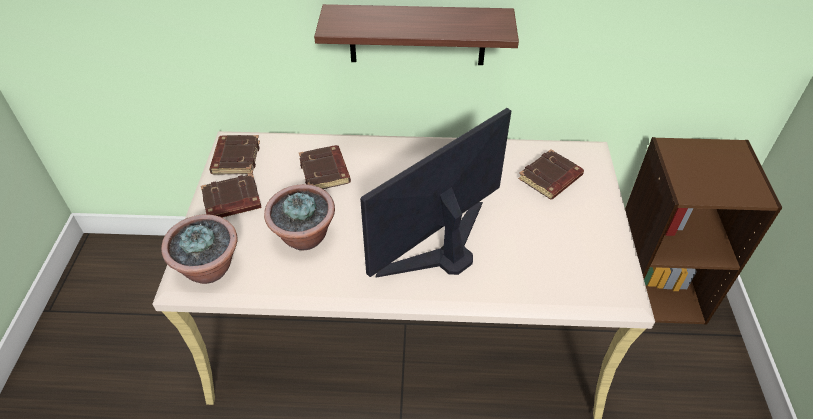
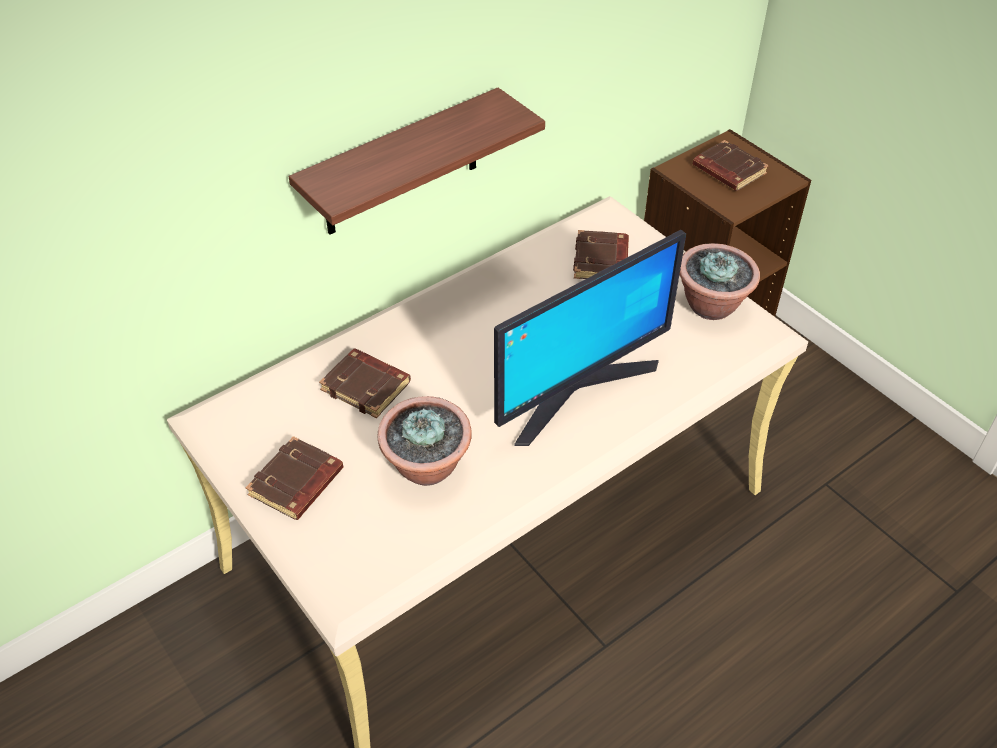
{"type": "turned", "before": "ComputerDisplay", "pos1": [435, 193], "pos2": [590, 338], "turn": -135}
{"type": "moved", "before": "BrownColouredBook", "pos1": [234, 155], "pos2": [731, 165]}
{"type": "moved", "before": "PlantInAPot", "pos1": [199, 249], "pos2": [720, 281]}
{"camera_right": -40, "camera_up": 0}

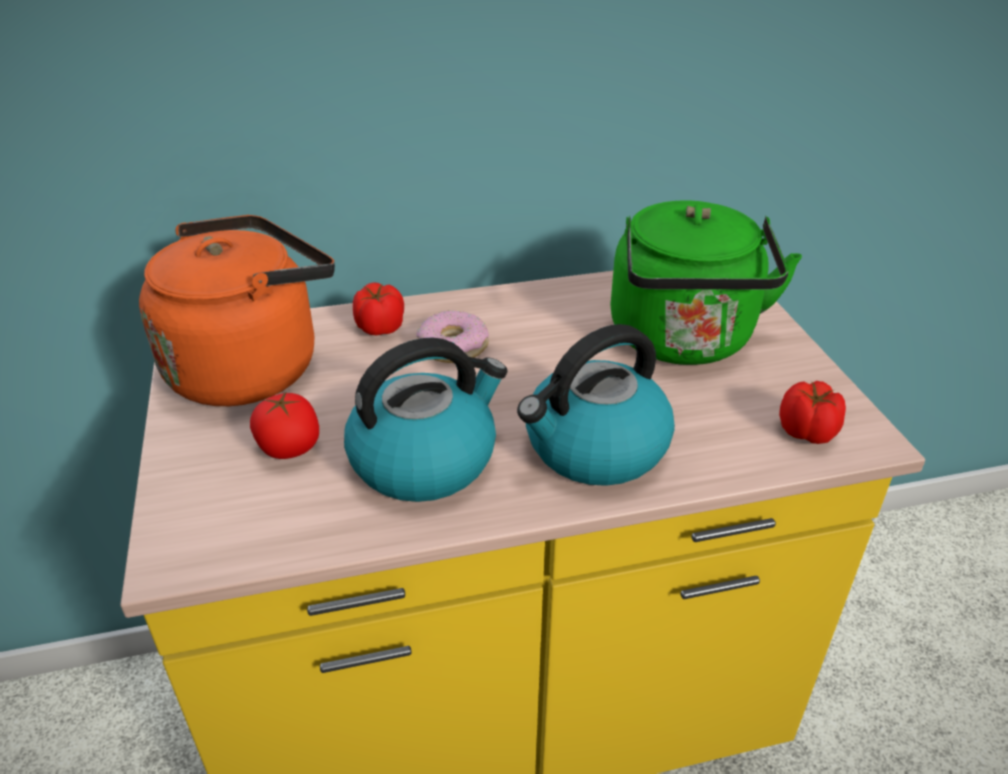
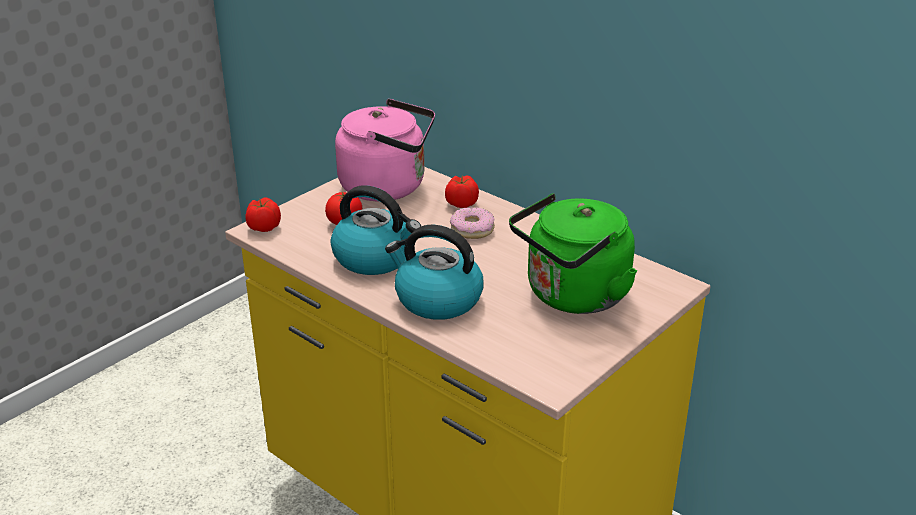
{"type": "recoloured", "before": "OrangeTeaKettle", "after": "PinkColouredTeaKettle", "pos1": [237, 310], "pos2": [385, 150]}
{"type": "moved", "before": "FreshTomato", "pos1": [812, 412], "pos2": [263, 215]}
{"camera_right": 55, "camera_up": -5}

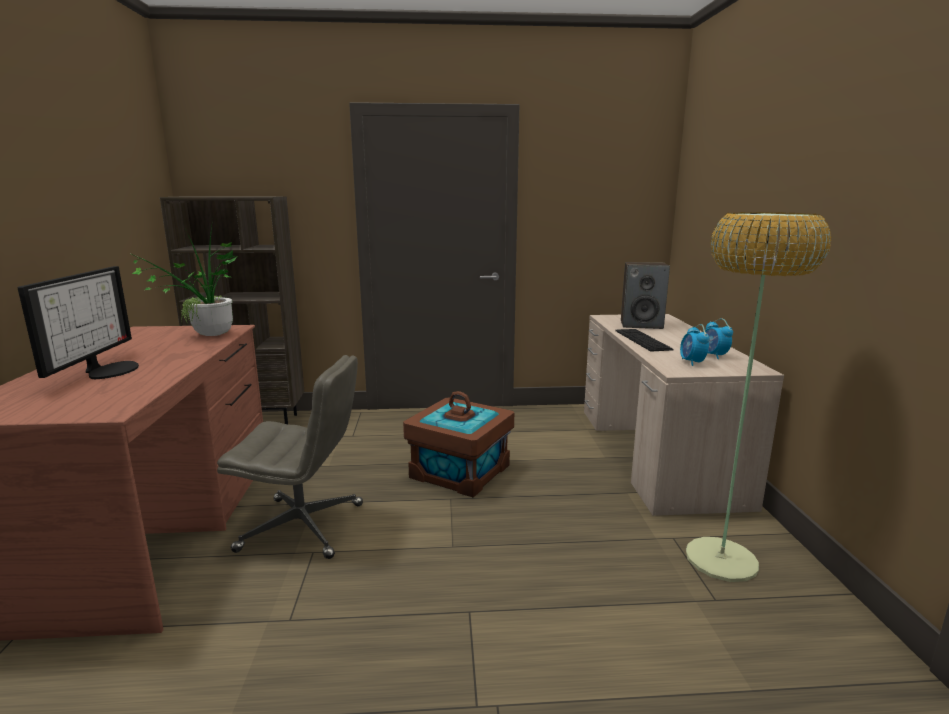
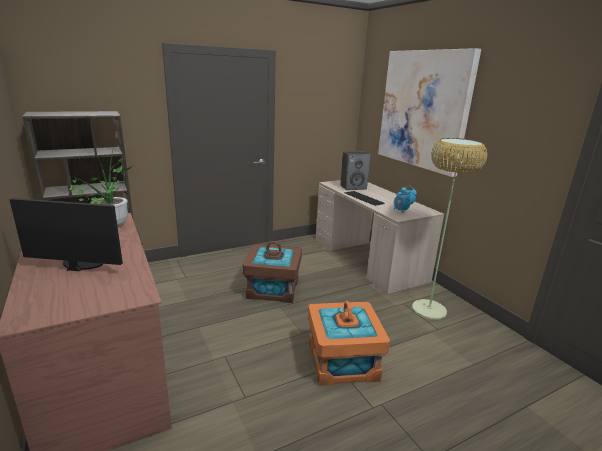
{"type": "turned", "before": "ComputerDisplay", "pos1": [78, 322], "pos2": [66, 234], "turn": -60}
{"type": "removed", "before": "GrayDeskChair", "pos1": [290, 457]}
{"type": "added", "after": "WallPicture", "pos2": [429, 112]}
{"type": "added", "after": "OrangeStorageBox", "pos2": [349, 343]}
{"camera_right": -25, "camera_up": 5}

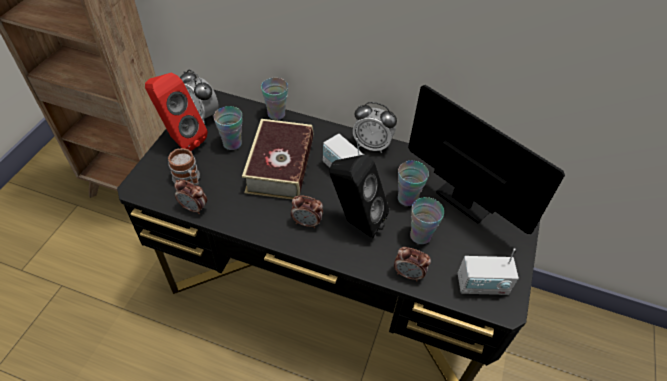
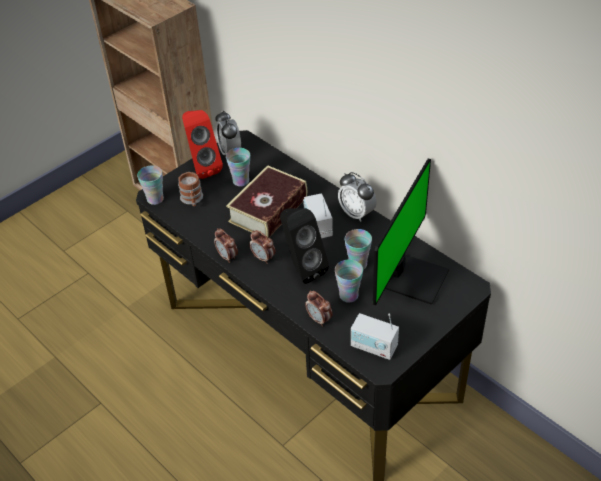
{"type": "moved", "before": "Cup", "pos1": [274, 99], "pos2": [150, 185]}
{"type": "turned", "before": "ComputerDisplay", "pos1": [486, 159], "pos2": [411, 231], "turn": 45}
{"type": "moved", "before": "TableClock", "pos1": [190, 196], "pos2": [226, 245]}
{"camera_right": 30, "camera_up": -5}

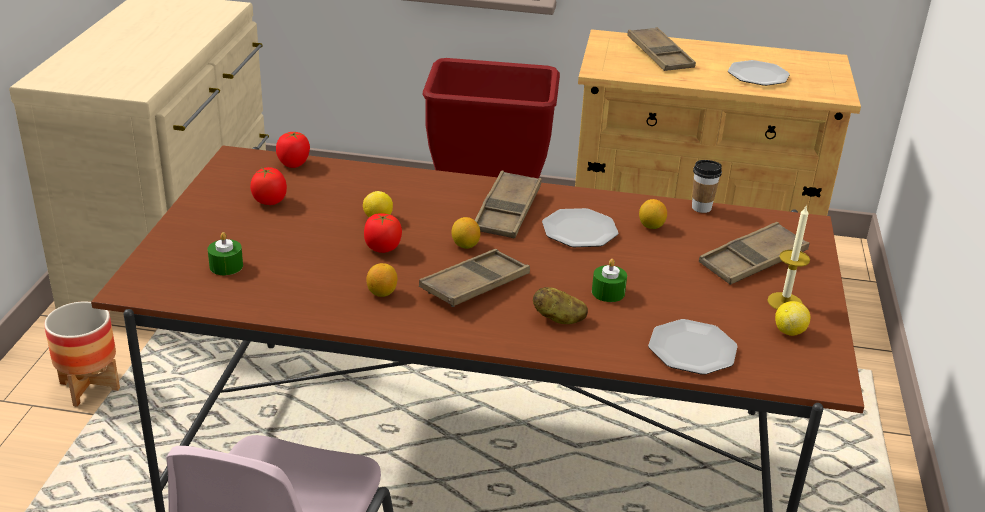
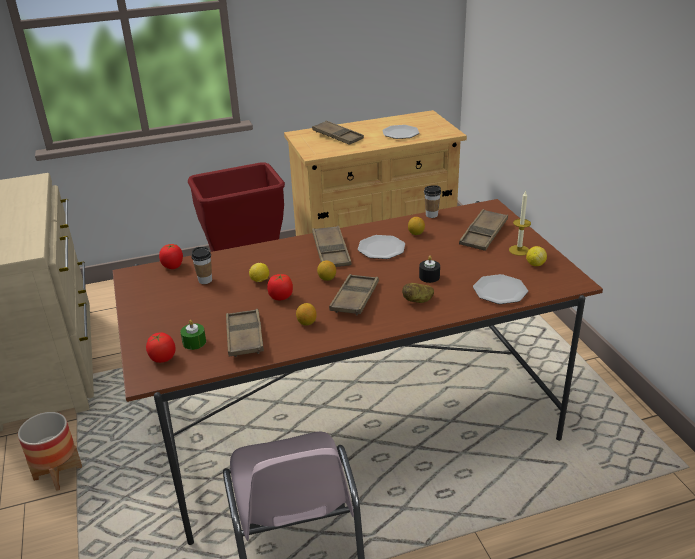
{"type": "moved", "before": "FreshTomato", "pos1": [268, 186], "pos2": [161, 347]}
{"type": "recoloured", "before": "GreenCandle", "after": "BlackishCandle", "pos1": [609, 280], "pos2": [429, 269]}
{"type": "added", "after": "Cup", "pos2": [201, 265]}
{"type": "added", "after": "BrownColouredCarryingTray", "pos2": [245, 333]}
{"camera_right": -25, "camera_up": 0}

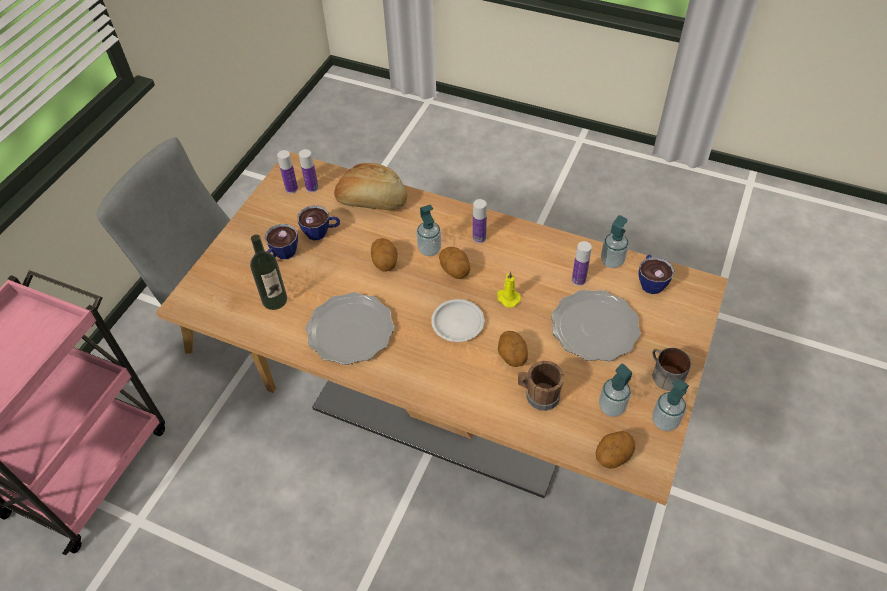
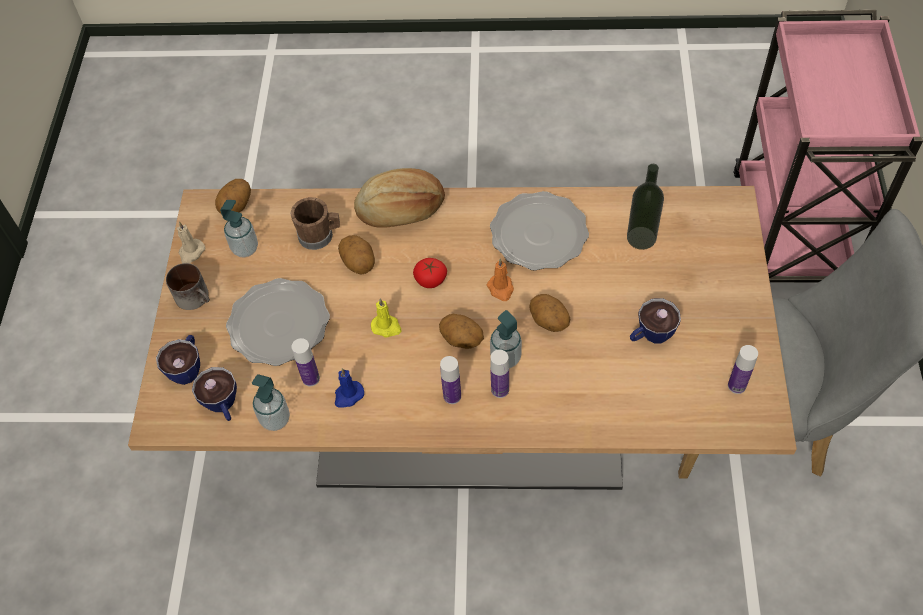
{"type": "moved", "before": "DrinkBottle", "pos1": [309, 170], "pos2": [499, 374]}
{"type": "moved", "before": "BakeryBread", "pos1": [370, 186], "pos2": [399, 198]}
{"type": "moved", "before": "Cup", "pos1": [281, 241], "pos2": [178, 360]}
{"type": "replaced", "before": "WhiteFlatDish", "after": "FreshTomato", "pos1": [457, 320], "pos2": [430, 273]}
{"type": "replaced", "before": "SoapDispenser", "after": "BeigeCandle", "pos1": [670, 404], "pos2": [191, 242]}
{"type": "added", "after": "OrangeCandle", "pos2": [500, 280]}
{"type": "added", "after": "BlueCandle", "pos2": [349, 388]}
{"camera_right": 160, "camera_up": 5}

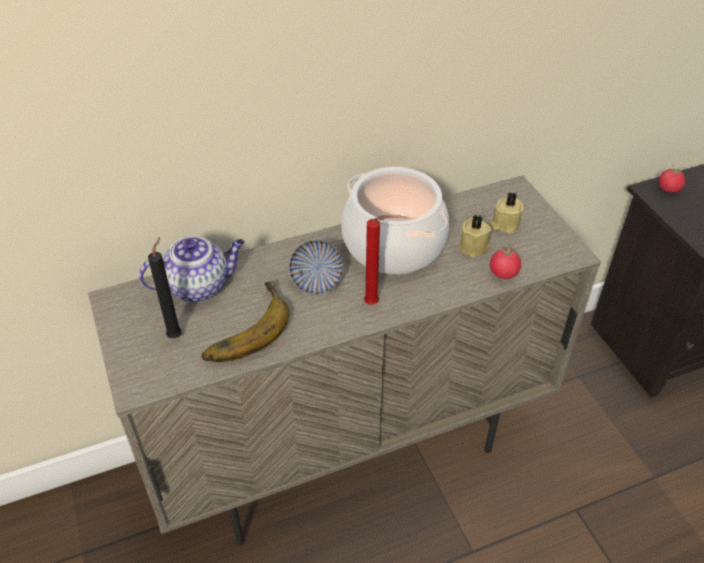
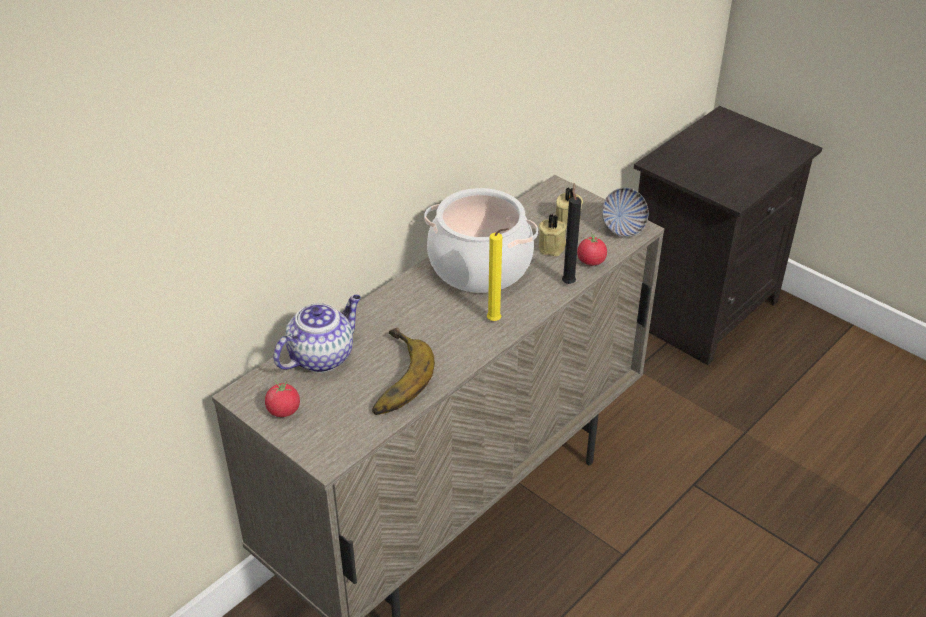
{"type": "moved", "before": "FreshTomato", "pos1": [672, 178], "pos2": [282, 398]}
{"type": "recoloured", "before": "ReddishCandle", "after": "YellowishCandle", "pos1": [374, 261], "pos2": [498, 274]}
{"type": "moved", "before": "BlackishCandle", "pos1": [165, 287], "pos2": [571, 233]}
{"type": "moved", "before": "ServingBowl", "pos1": [316, 267], "pos2": [625, 212]}
{"camera_right": -25, "camera_up": -5}

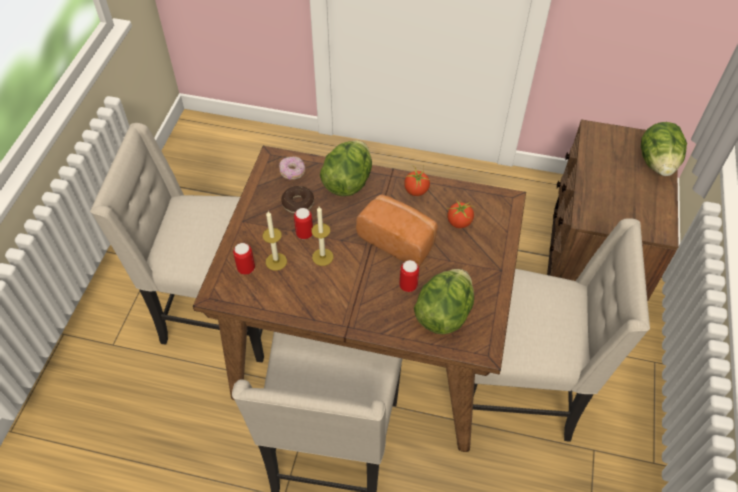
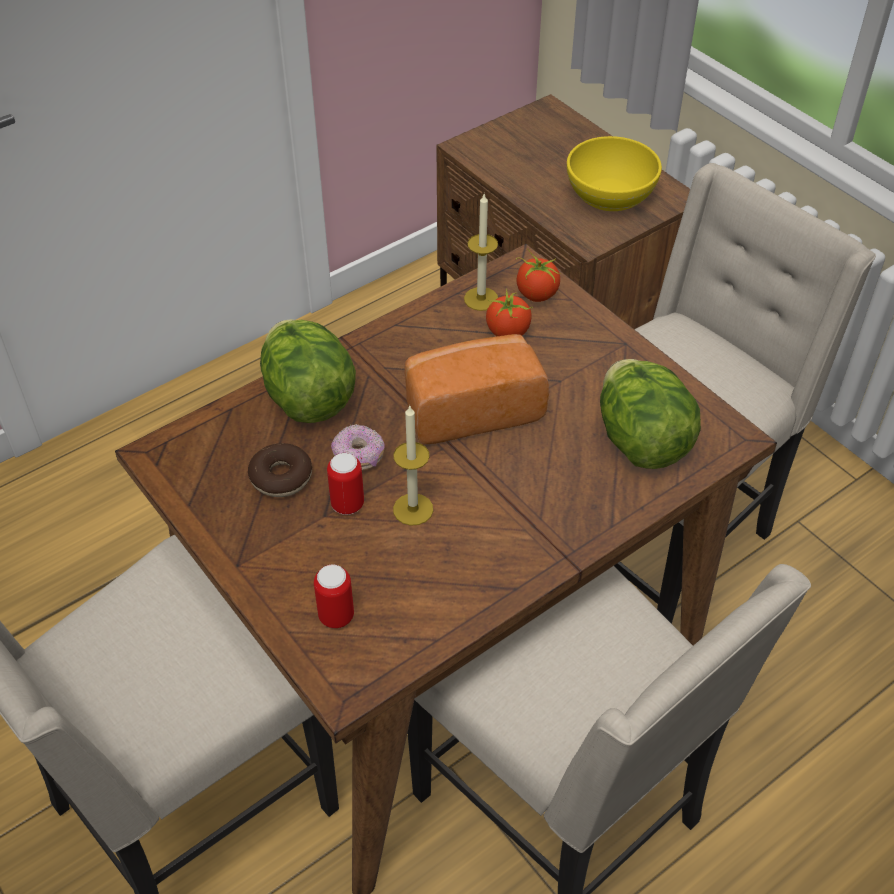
{"type": "removed", "before": "HeadOfLettuce", "pos1": [664, 149]}
{"type": "moved", "before": "Doughnut", "pos1": [292, 168], "pos2": [358, 447]}
{"type": "moved", "before": "FreshTomato", "pos1": [417, 181], "pos2": [538, 275]}
{"type": "moved", "before": "Candle", "pos1": [274, 241], "pos2": [481, 252]}
{"type": "removed", "before": "MetalCan", "pos1": [409, 276]}
{"type": "added", "after": "YellowishServingBowl", "pos2": [614, 173]}
{"camera_right": -50, "camera_up": -5}

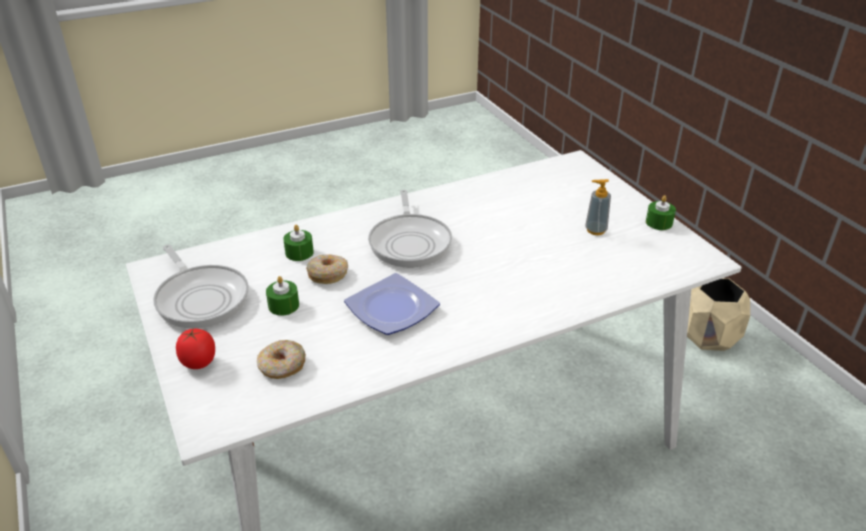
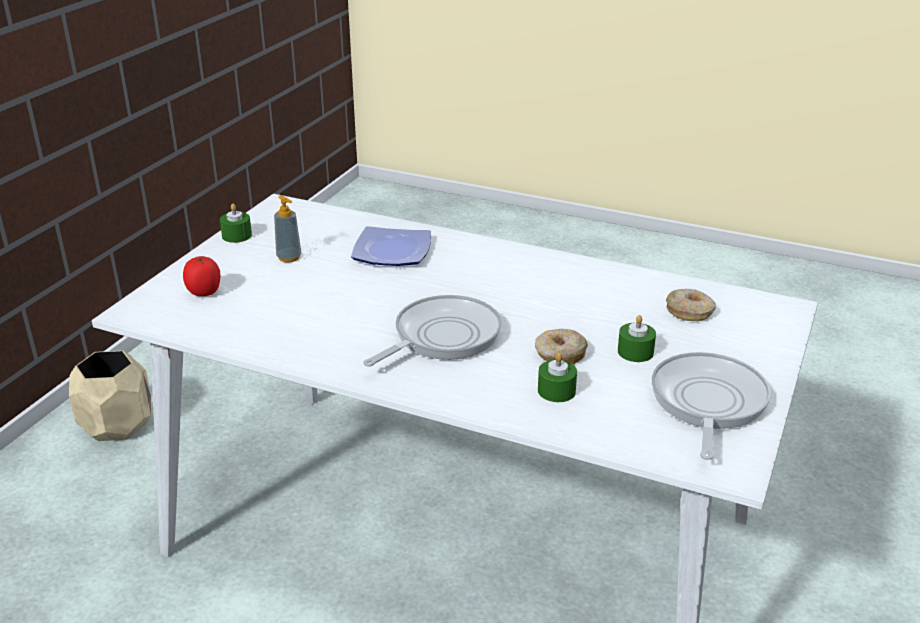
{"type": "moved", "before": "FlatDish", "pos1": [392, 304], "pos2": [391, 246]}
{"type": "moved", "before": "FreshTomato", "pos1": [195, 349], "pos2": [202, 276]}
{"camera_right": -130, "camera_up": -5}

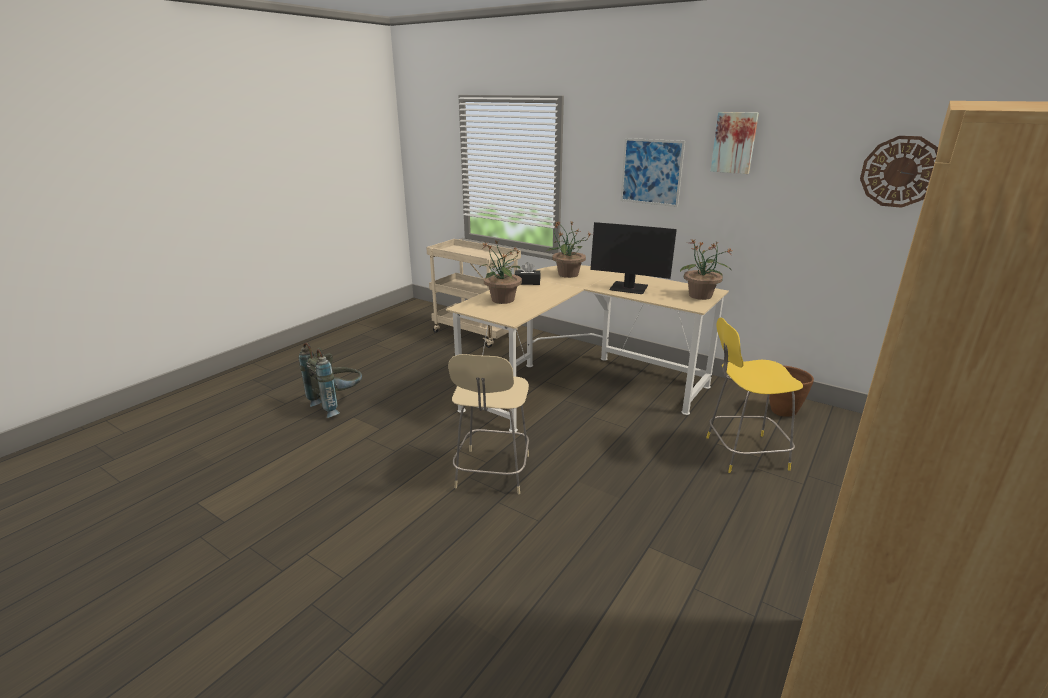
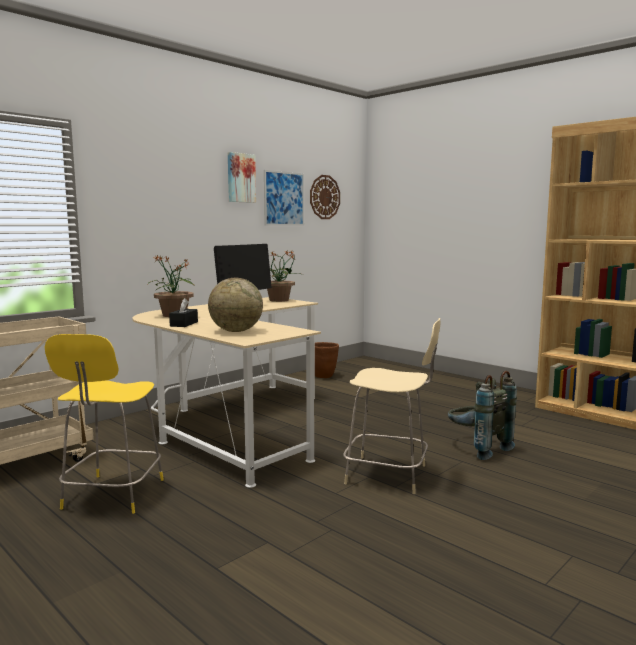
{"type": "moved", "before": "WallPicture", "pos1": [653, 172], "pos2": [284, 198]}
{"type": "replaced", "before": "PlantInAPot", "after": "DeskGlobe", "pos1": [501, 272], "pos2": [235, 305]}
{"type": "moved", "before": "YellowishPlainChair", "pos1": [754, 395], "pos2": [104, 424]}
{"type": "moved", "before": "GrayKnapsack", "pos1": [330, 380], "pos2": [482, 415]}
{"camera_right": -80, "camera_up": -15}

